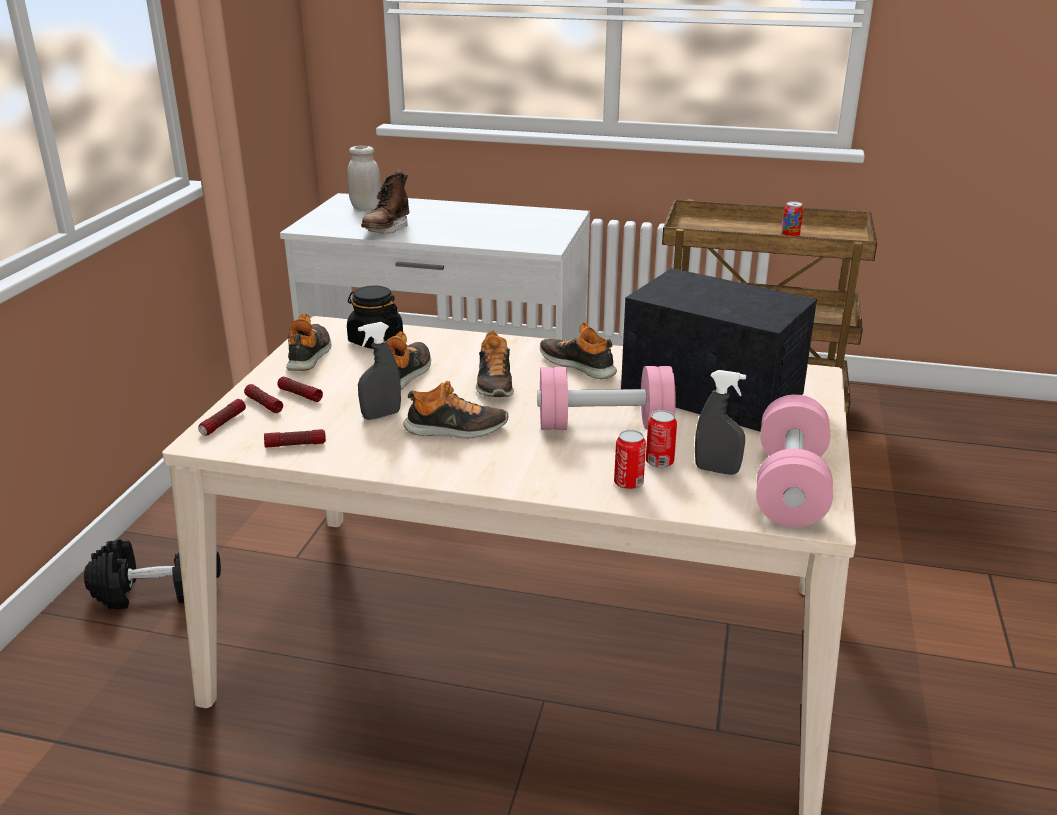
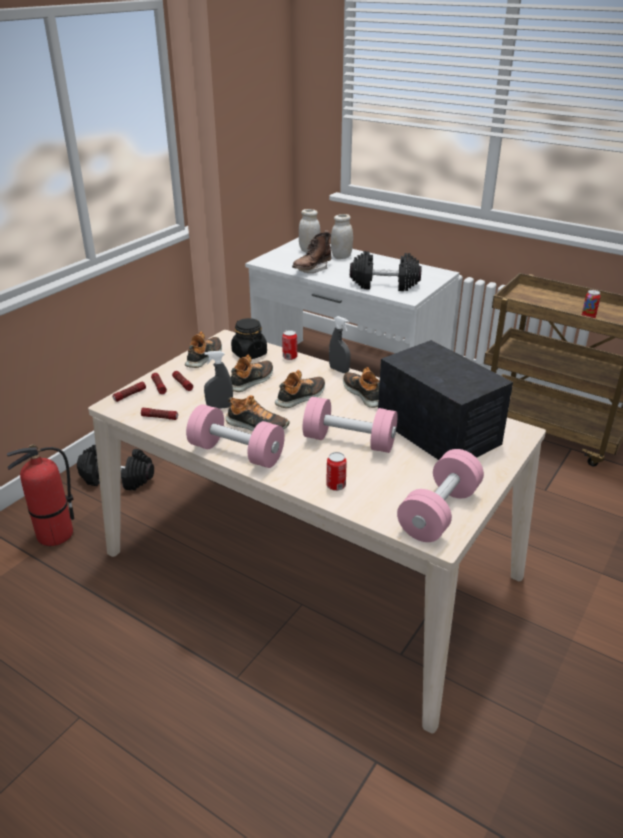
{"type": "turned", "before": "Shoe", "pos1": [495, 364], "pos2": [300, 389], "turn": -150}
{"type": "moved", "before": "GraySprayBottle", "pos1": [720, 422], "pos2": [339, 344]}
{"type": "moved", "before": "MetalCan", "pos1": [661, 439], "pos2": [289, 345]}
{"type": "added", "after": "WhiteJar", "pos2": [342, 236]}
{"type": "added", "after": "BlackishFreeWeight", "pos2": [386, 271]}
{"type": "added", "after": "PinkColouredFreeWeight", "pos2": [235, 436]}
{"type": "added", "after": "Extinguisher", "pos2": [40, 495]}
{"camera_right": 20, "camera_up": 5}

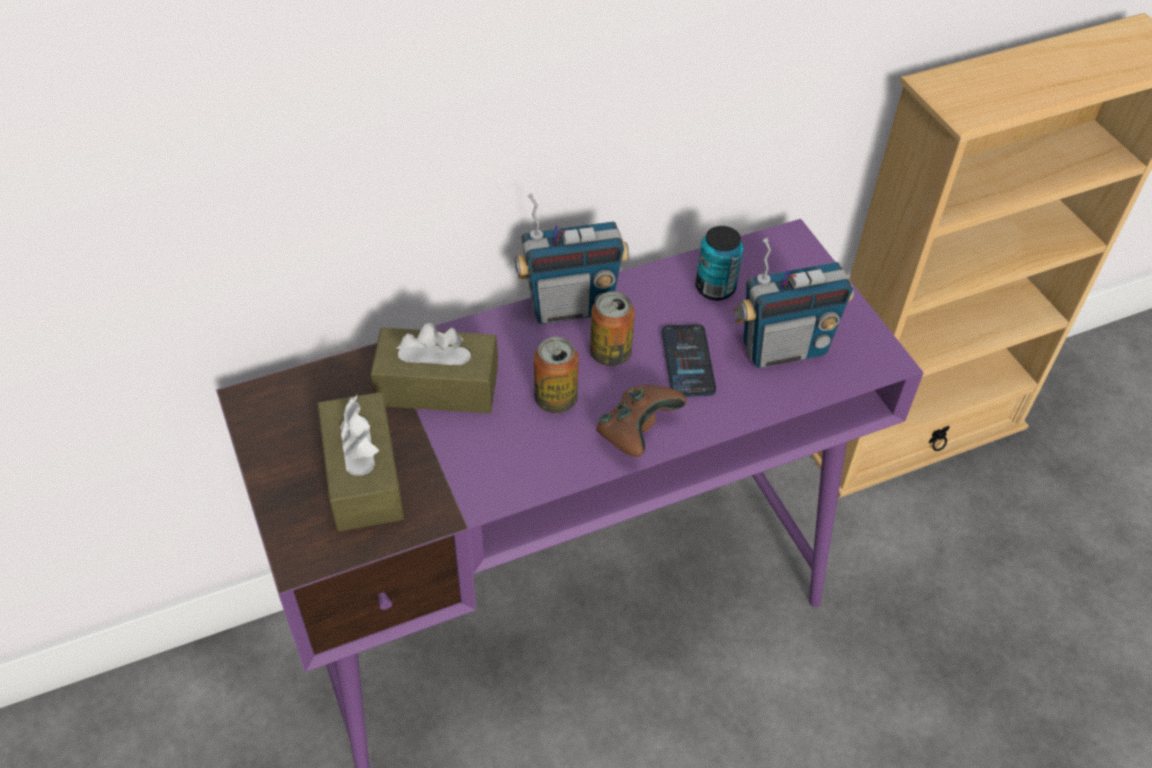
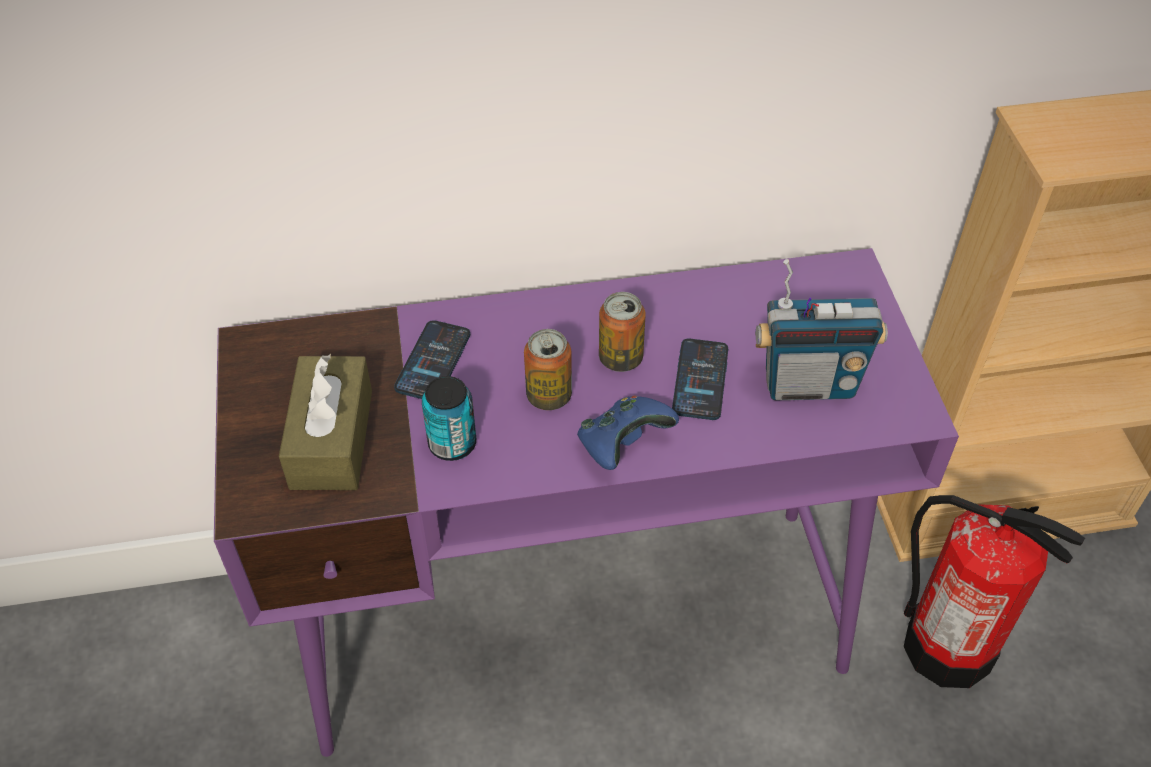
{"type": "removed", "before": "RadioReceiver", "pos1": [572, 258]}
{"type": "moved", "before": "MetalCan", "pos1": [719, 263], "pos2": [449, 418]}
{"type": "replaced", "before": "BrownColouredBoxOfTissues", "after": "Telephone", "pos1": [434, 368], "pos2": [432, 359]}
{"type": "recoloured", "before": "BrownColouredGamepad", "after": "BlueGamepad", "pos1": [641, 421], "pos2": [628, 432]}
{"type": "added", "after": "Extinguisher", "pos2": [994, 591]}
{"camera_right": 15, "camera_up": 0}

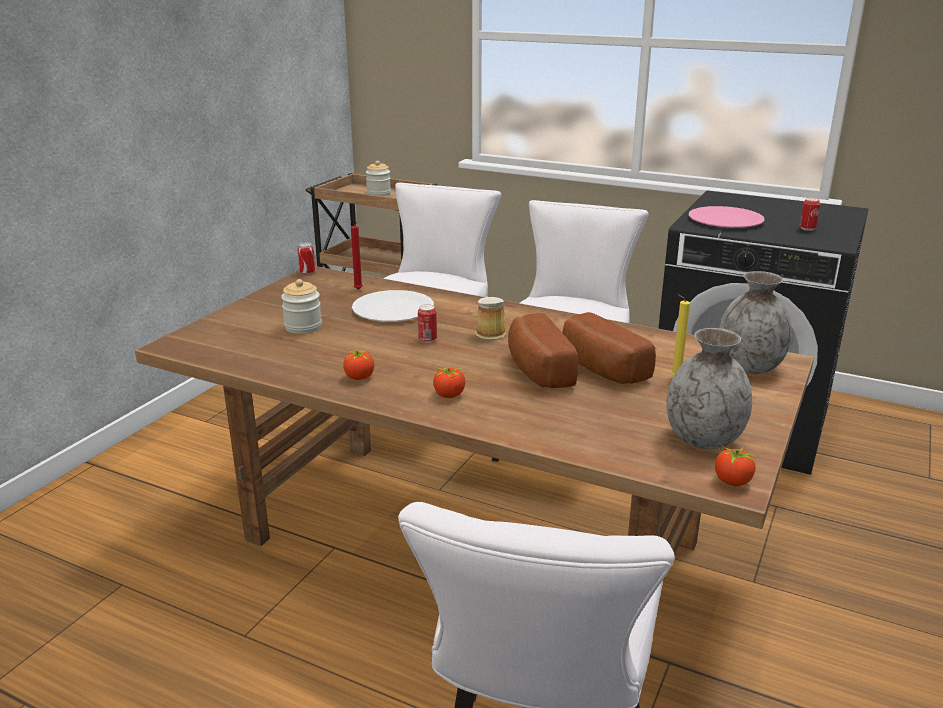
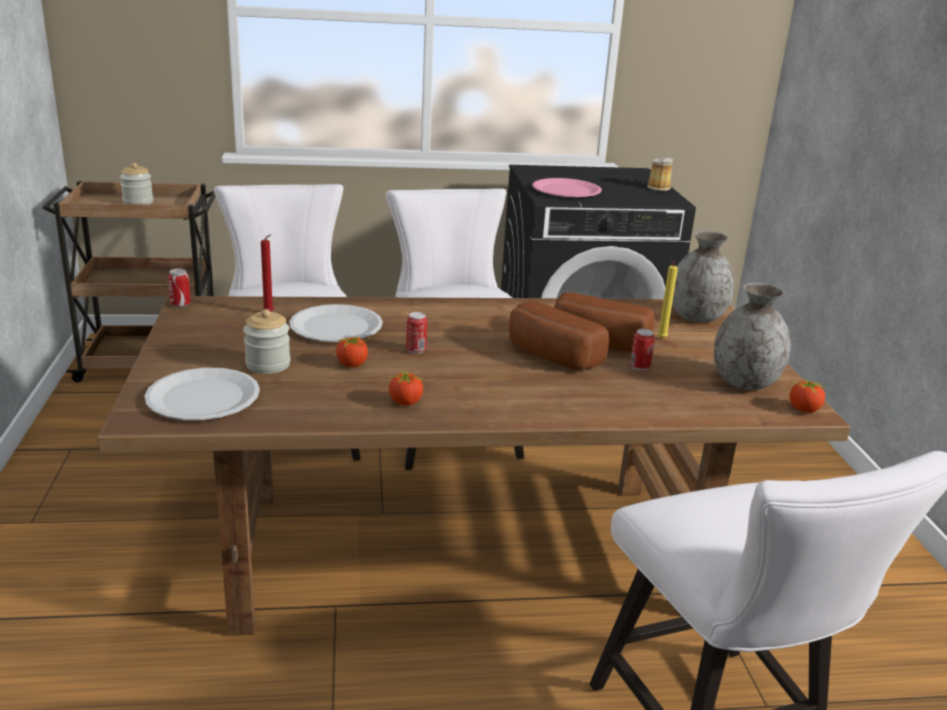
{"type": "moved", "before": "MetalCan", "pos1": [810, 214], "pos2": [642, 350]}
{"type": "moved", "before": "CoffeeMug", "pos1": [490, 318], "pos2": [660, 174]}
{"type": "moved", "before": "FreshTomato", "pos1": [449, 382], "pos2": [353, 351]}
{"type": "added", "after": "WhiteFlatDish", "pos2": [202, 394]}
{"camera_right": -35, "camera_up": 0}

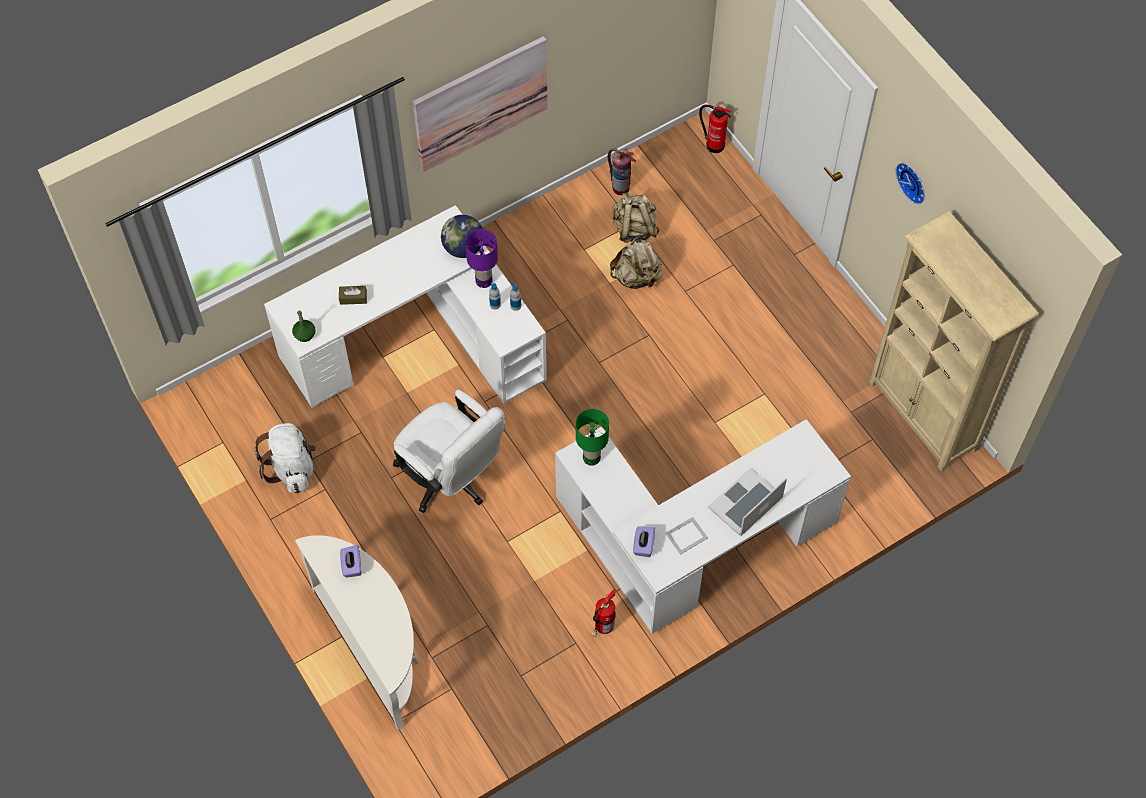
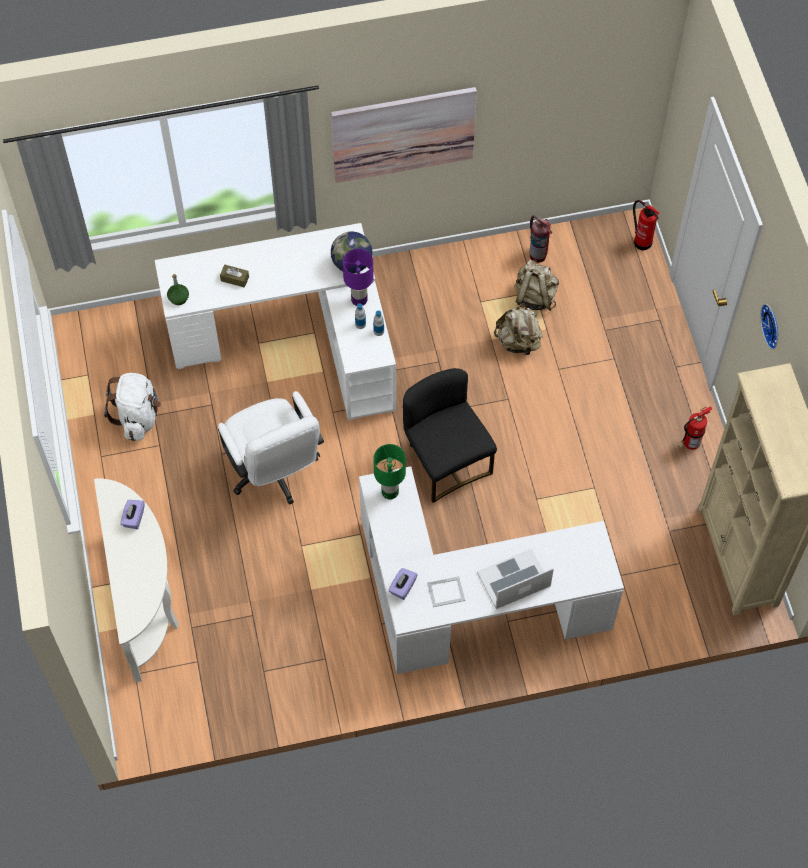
{"type": "moved", "before": "Extinguisher", "pos1": [603, 613], "pos2": [694, 428]}
{"type": "added", "after": "BlackishPlainChair", "pos2": [450, 435]}
{"camera_right": 20, "camera_up": 0}

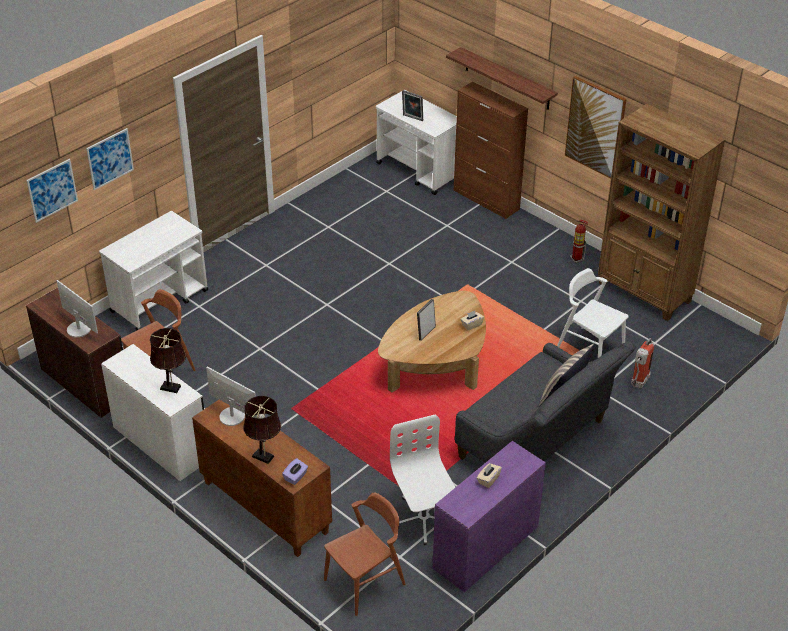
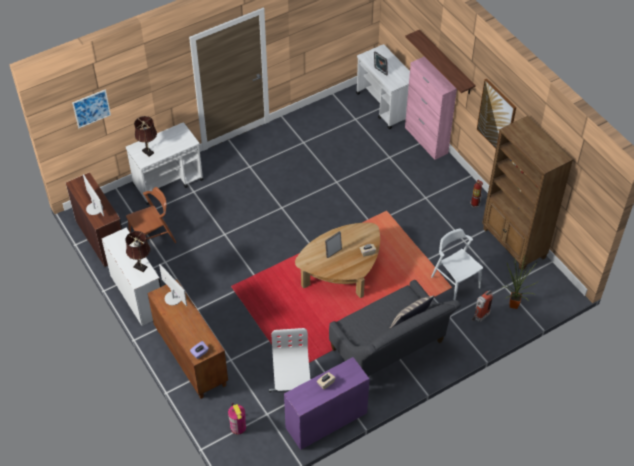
{"type": "recoloured", "before": "BrownColouredCabinet", "after": "PinkColouredCabinet", "pos1": [491, 150], "pos2": [431, 108]}
{"type": "removed", "before": "WallPicture", "pos1": [110, 159]}
{"type": "moved", "before": "BrownColouredTabletopLamp", "pos1": [262, 430], "pos2": [145, 136]}
{"type": "replaced", "before": "BrownColouredPlainChair", "after": "Extinguisher", "pos1": [365, 554], "pos2": [237, 419]}
{"type": "added", "after": "PlantInAPot", "pos2": [520, 282]}
{"camera_right": 15, "camera_up": 10}

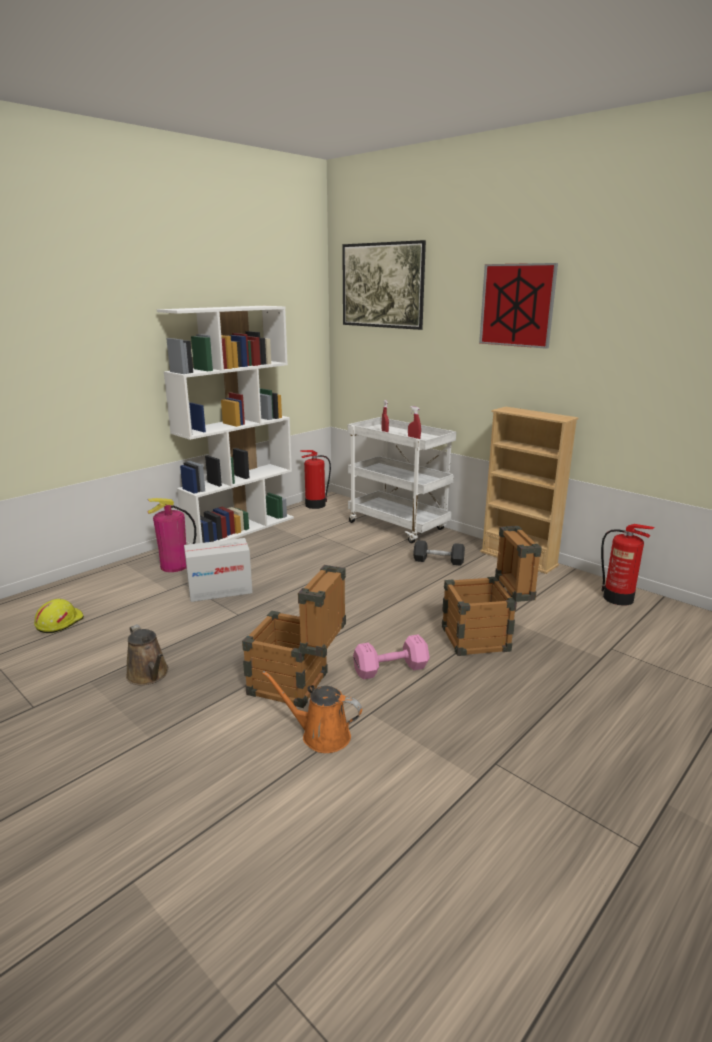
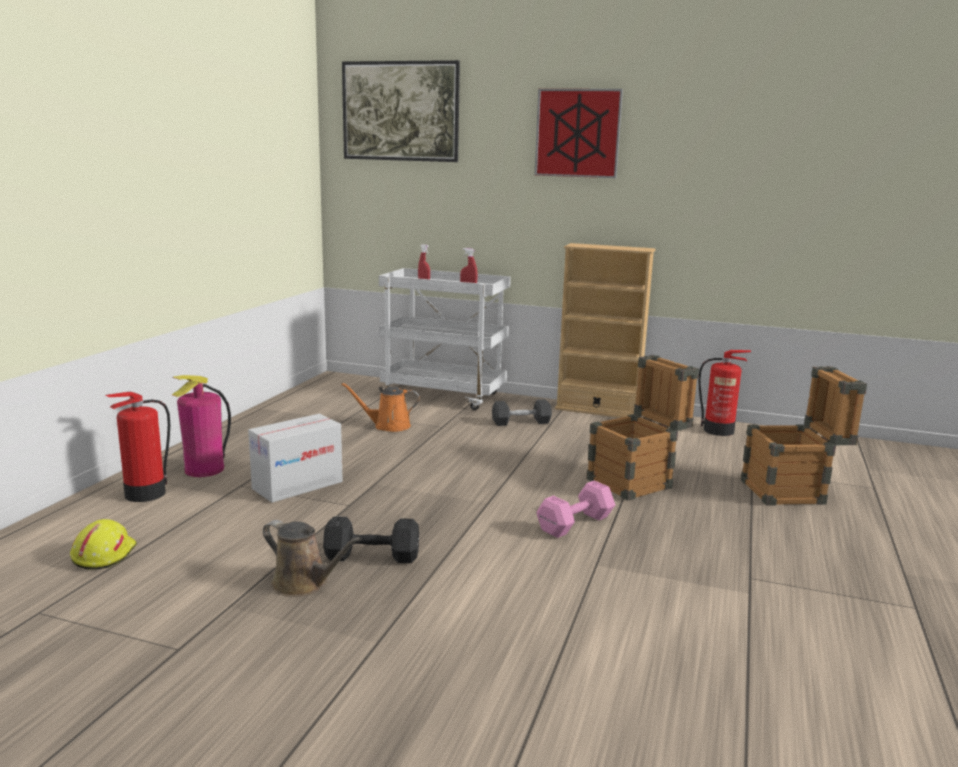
{"type": "removed", "before": "WhiteBookcase", "pos1": [225, 425]}
{"type": "moved", "before": "Extinguisher", "pos1": [315, 479], "pos2": [137, 447]}
{"type": "moved", "before": "Crate", "pos1": [294, 636], "pos2": [804, 435]}
{"type": "moved", "before": "OrangeWateringCan", "pos1": [312, 712], "pos2": [380, 407]}
{"type": "added", "after": "BlackishFreeWeight", "pos2": [371, 539]}
{"camera_right": -25, "camera_up": -5}

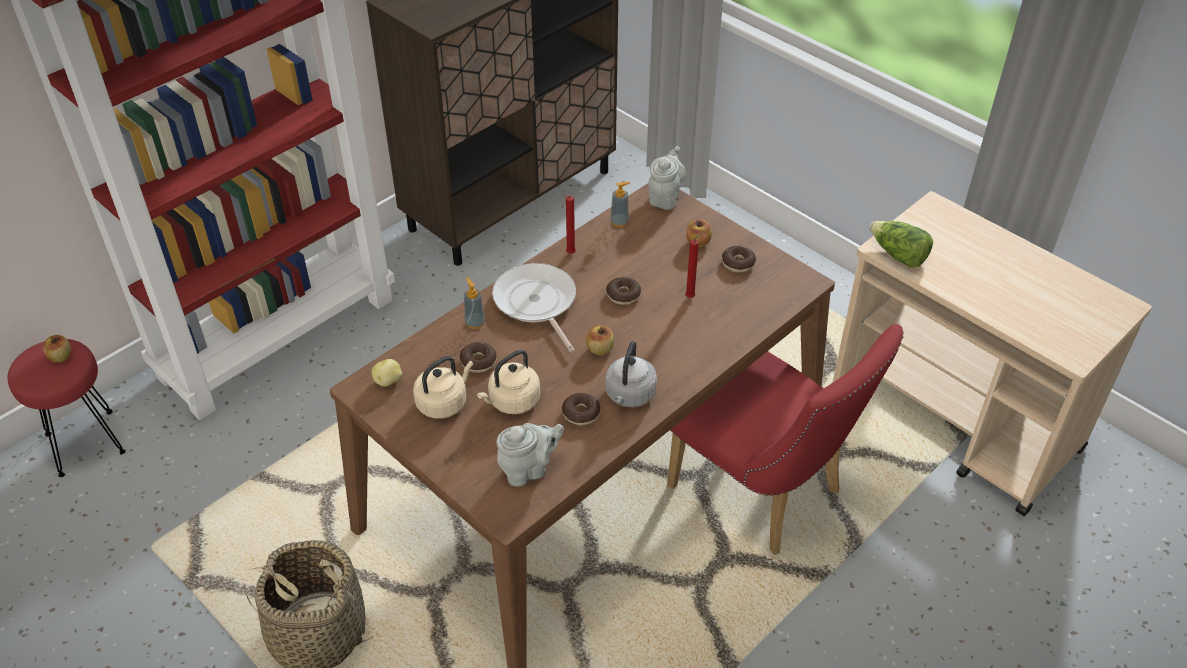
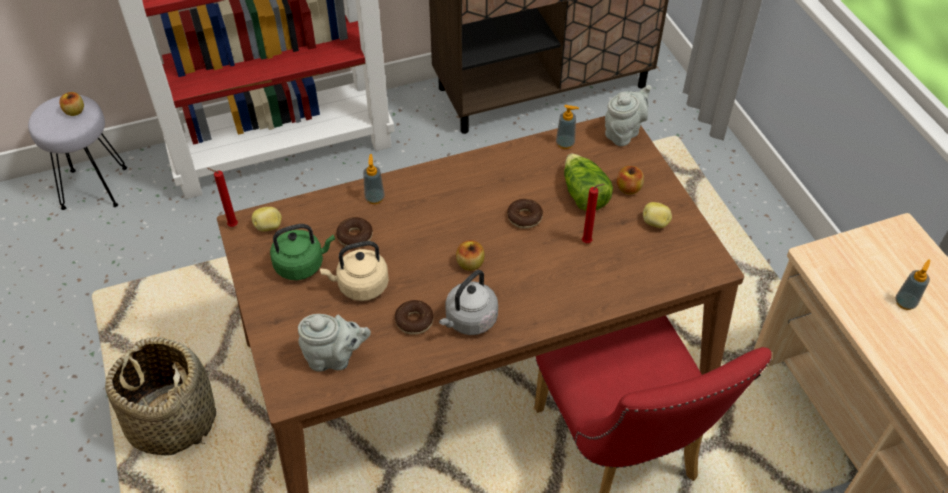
{"type": "moved", "before": "ReddishCandle", "pos1": [569, 224], "pos2": [222, 197]}
{"type": "moved", "before": "HeadOfLettuce", "pos1": [901, 244], "pos2": [588, 182]}
{"type": "replaced", "before": "Doughnut", "after": "Spud", "pos1": [739, 259], "pos2": [657, 215]}
{"type": "removed", "before": "FryingPan", "pos1": [534, 308]}
{"type": "recoloured", "before": "ReddishStool", "after": "GrayStool", "pos1": [67, 408], "pos2": [77, 152]}
{"type": "recoloured", "before": "BeigeTeaKettle", "after": "GreenTeaKettle", "pos1": [443, 387], "pos2": [302, 252]}
{"type": "added", "after": "SoapDispenser", "pos2": [912, 284]}
{"camera_right": 25, "camera_up": 5}

